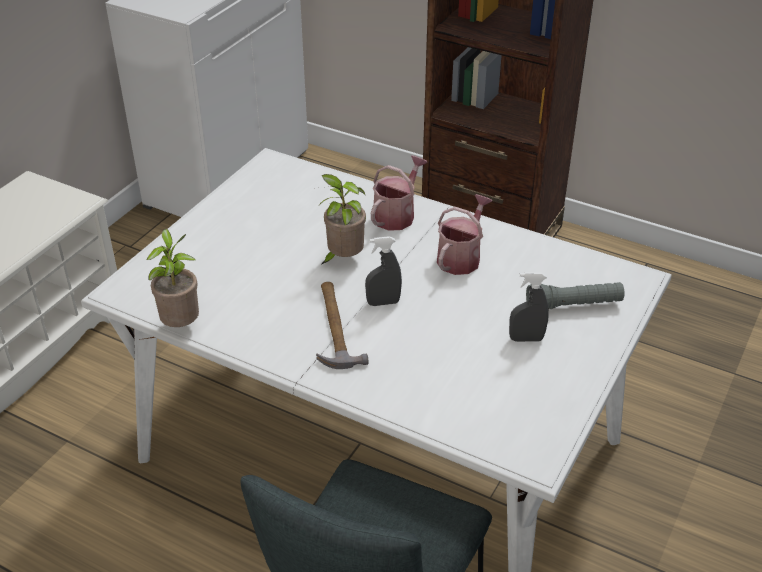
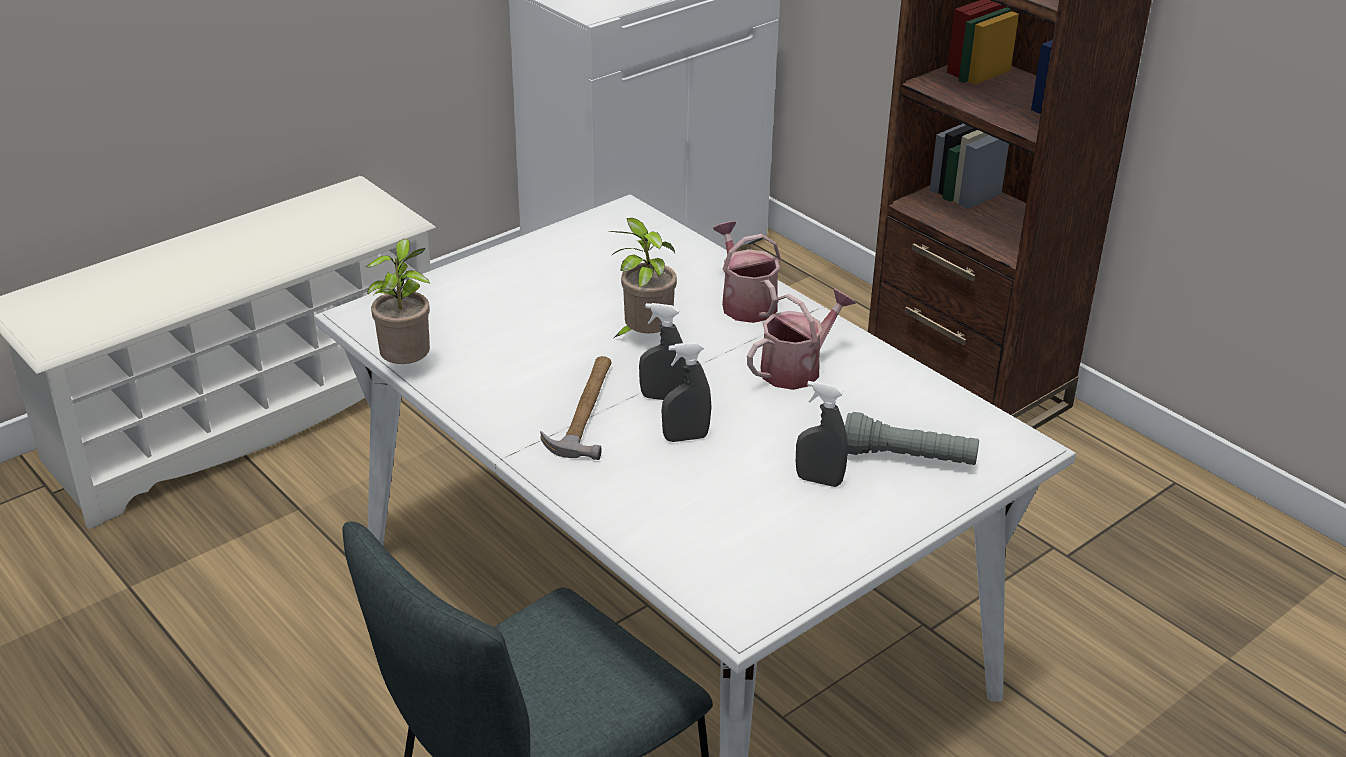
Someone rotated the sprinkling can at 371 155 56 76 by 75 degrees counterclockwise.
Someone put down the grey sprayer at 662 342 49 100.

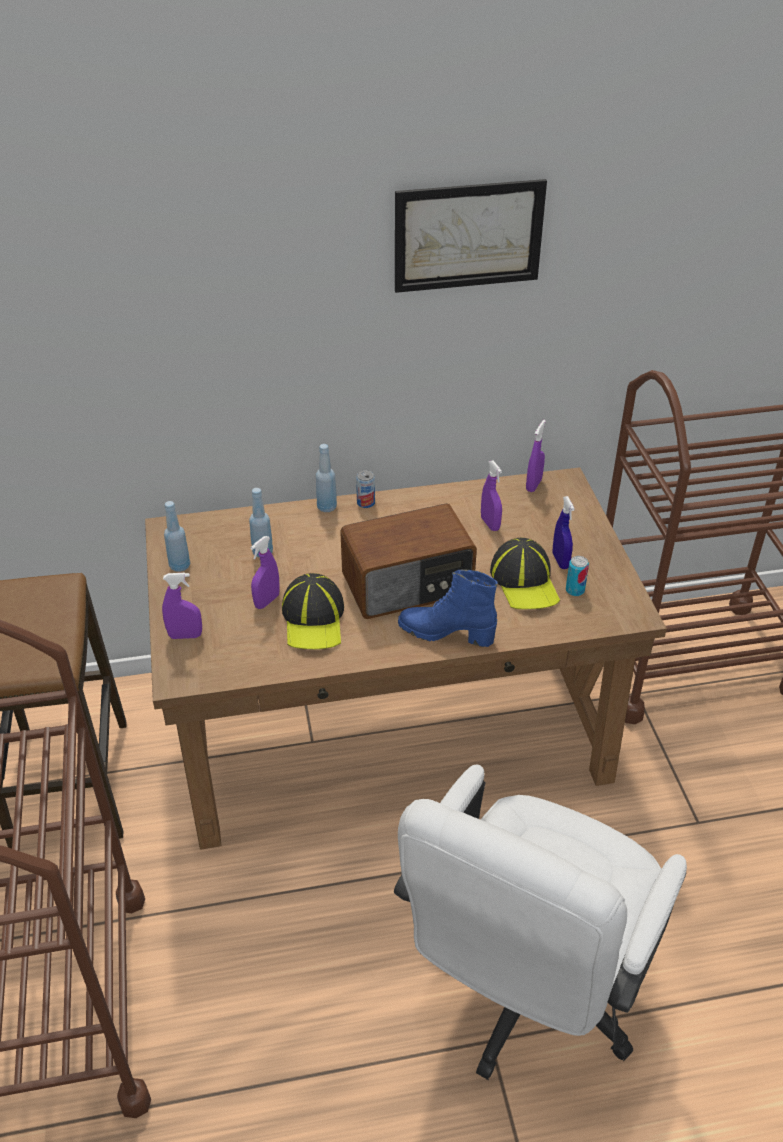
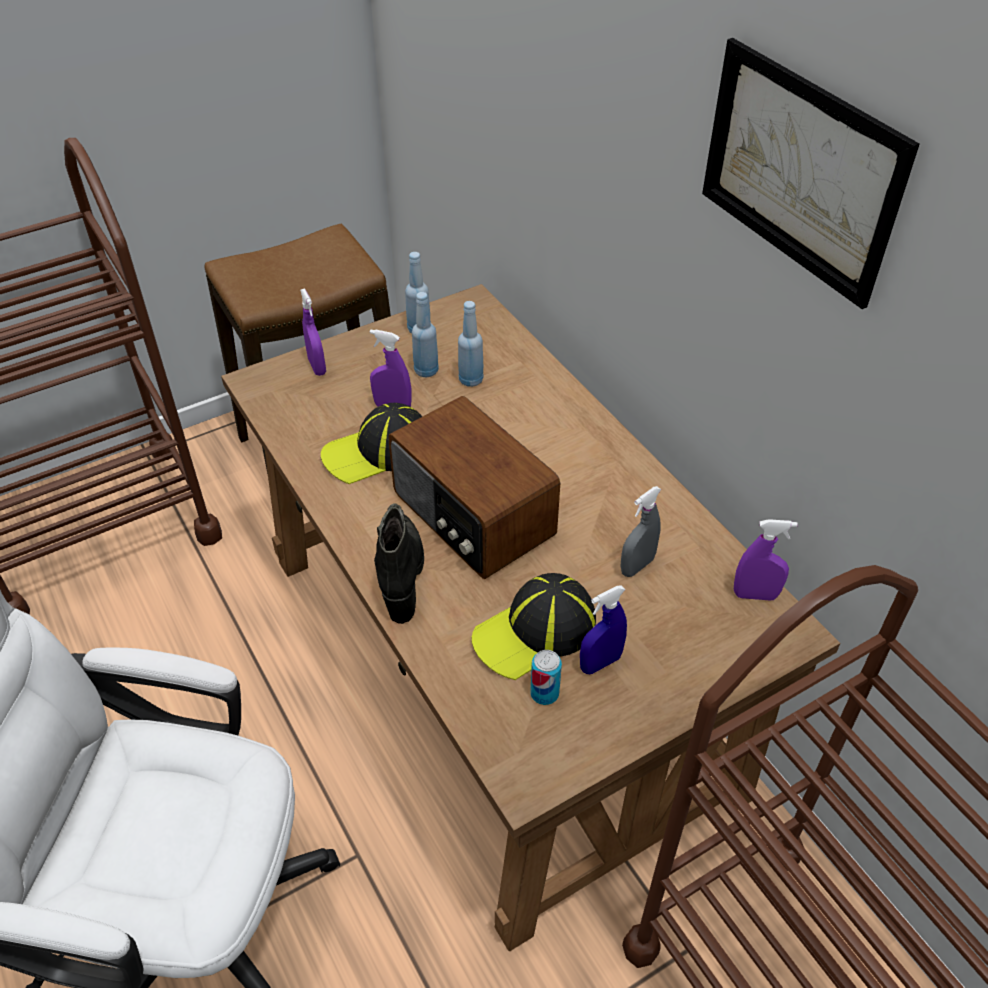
Someone carried the blue beverage bottle from 316 444 21 68 to 412 292 27 85.
Someone took away the sealed can at 356 470 19 38.
Someone repainted the blue high-top boot at 398 569 100 78, which became the blackish high-top boot at 374 503 50 121.
Someone repainted the purplish sprayer at 481 460 21 71, which became the grey sprayer at 621 486 40 91.

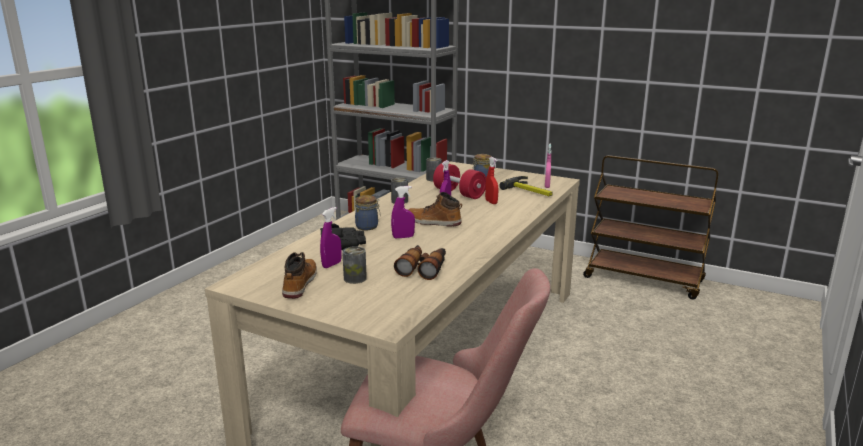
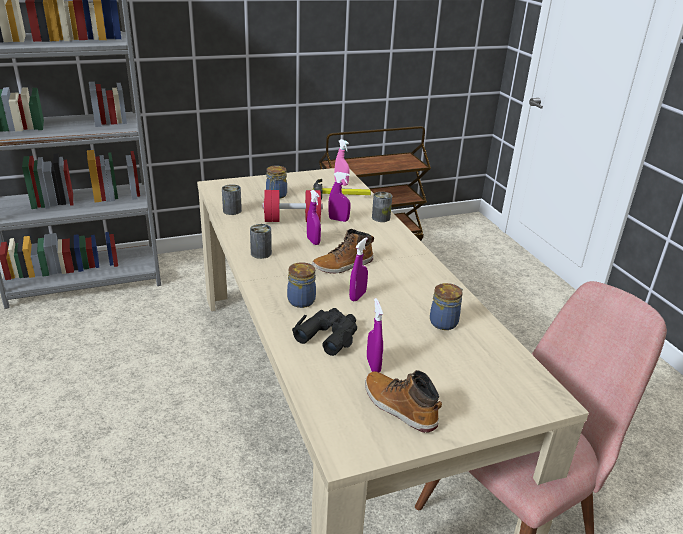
Someone carried the sealed can from 342 246 25 38 to 372 192 20 30.
Someone swapped the binoculars at 394 245 52 35 for the preserve jar at 430 283 33 47.
Someone repainted the red-coloured sprayer at 485 157 14 47, which became the purplish sprayer at 328 172 23 50.

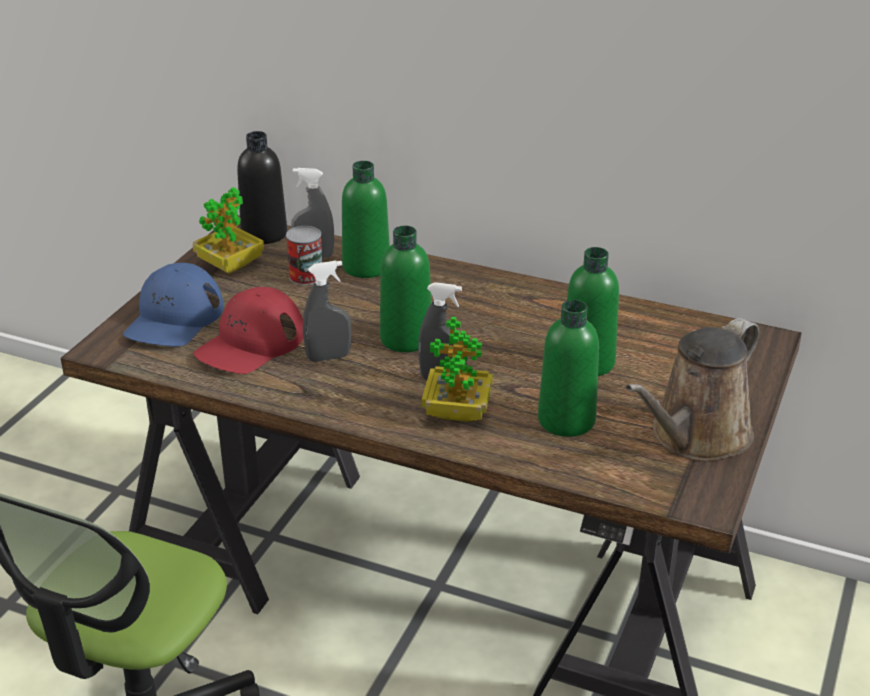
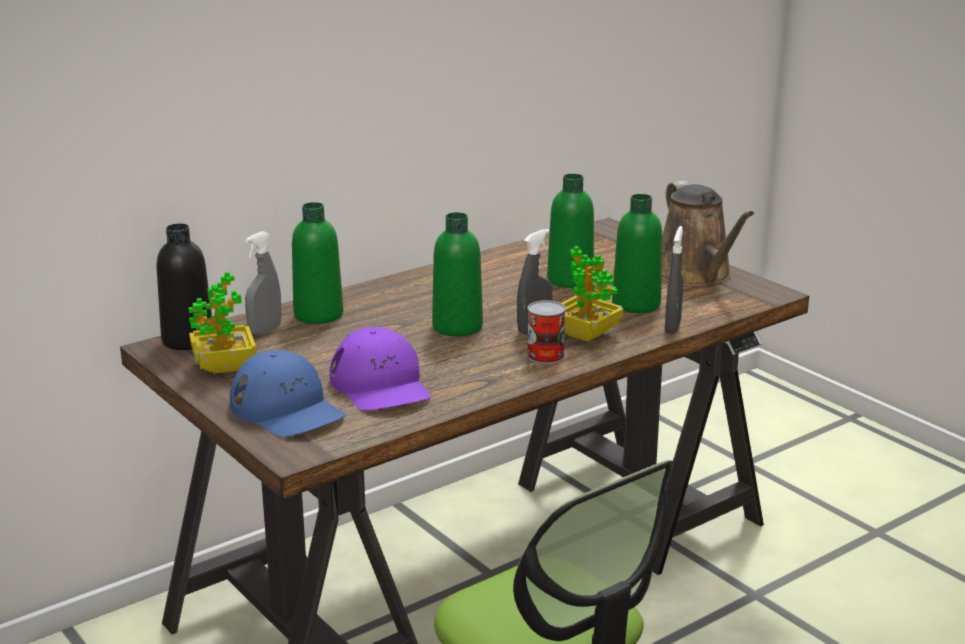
Someone repainted the red-coloured cap at 193 287 111 87, which became the purplish cap at 330 327 101 84.
Someone carried the sealed can from 286 226 36 59 to 527 300 39 64.
Someone carried the grey sprayer from 303 261 48 101 to 665 226 18 108.

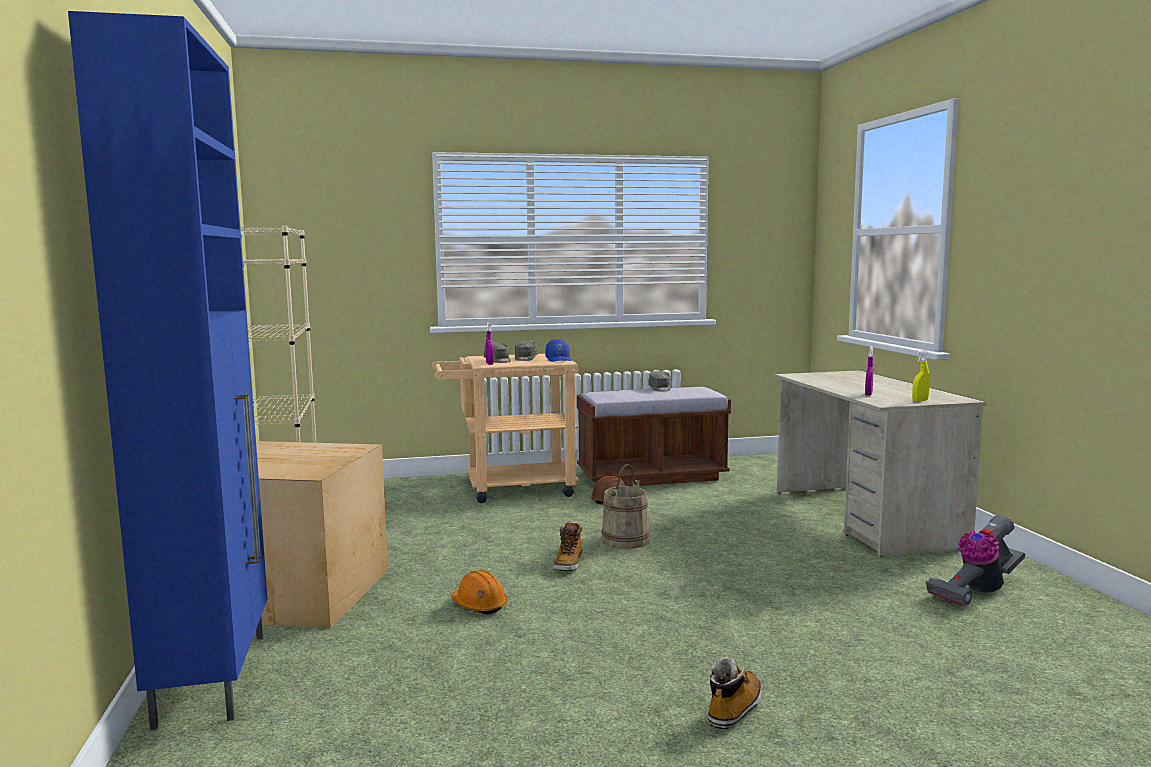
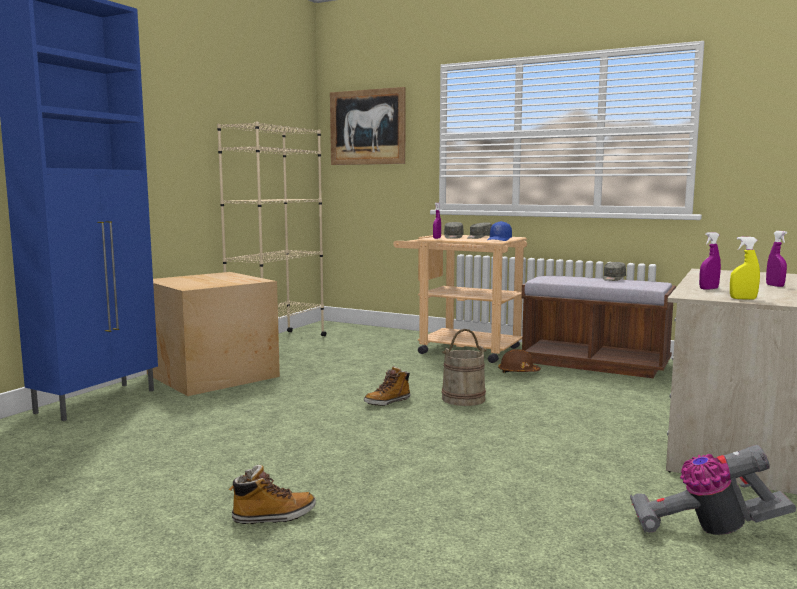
Someone took away the orange-coloured safety helmet at 451 570 56 44.
Someone put up the wall art at 330 87 75 78.
Someone put down the purplish sprayer at 766 231 21 56.

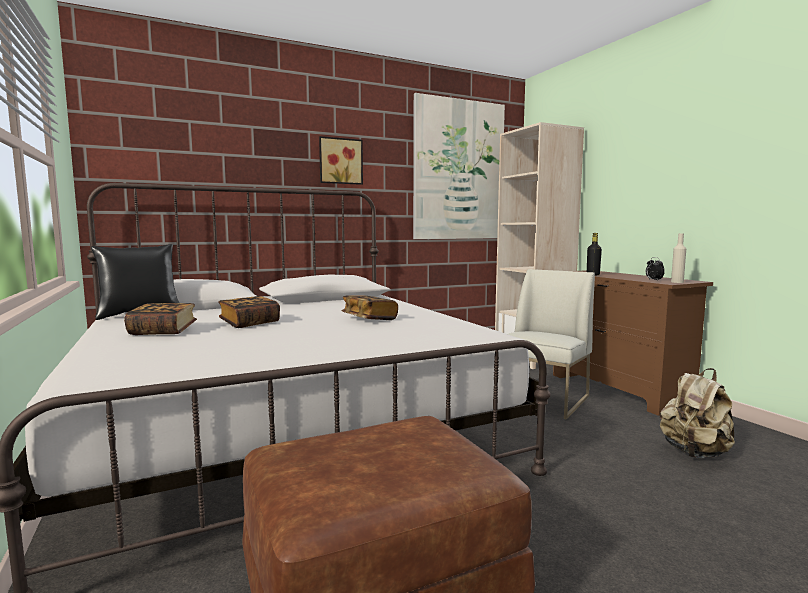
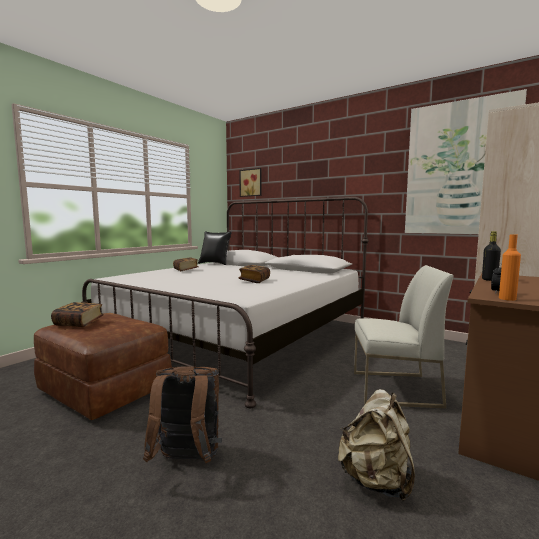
Someone carried the book from 218 296 62 32 to 51 302 53 25.
Someone carried the wall art from 319 136 44 49 to 239 168 22 29.
Someone repainted the beige beverage bottle at 671 233 15 50, which became the orange-coloured beverage bottle at 499 234 22 67.
Someone put down the brown knapsack at 143 366 79 97.

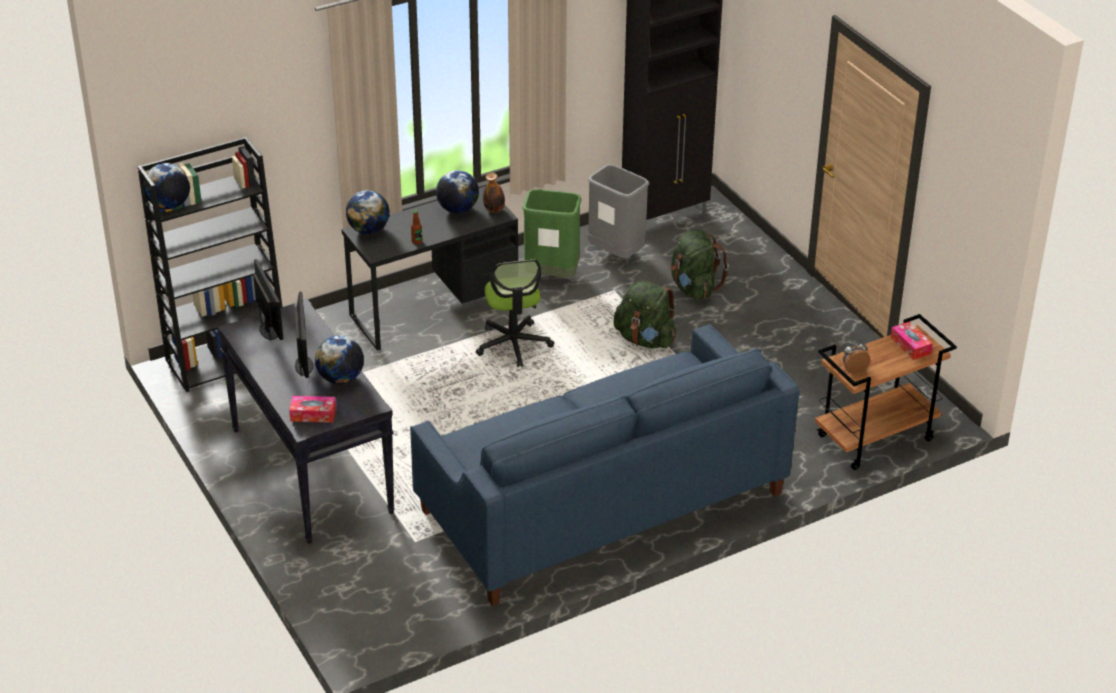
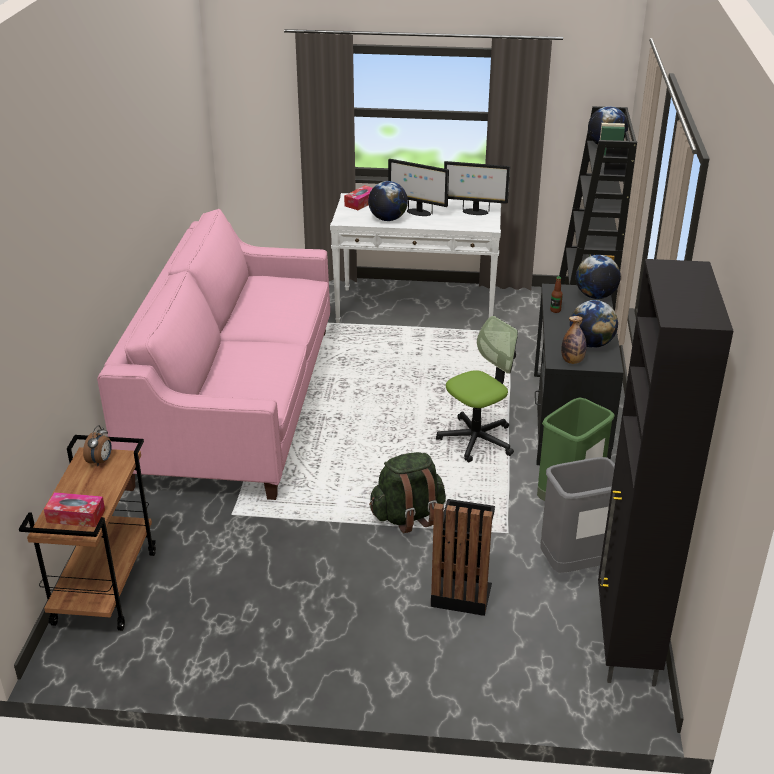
Someone repainted the blackish narrow table at 217 299 178 245, which became the white-coloured narrow table at 330 193 172 130.
Someone repainted the blue couch at 410 324 389 282, which became the pink-coloured couch at 97 209 233 291.
Someone rotated the computer chair at 476 259 78 108 by 120 degrees clockwise.
Someone swapped the green knapsack at 670 230 59 70 for the blackish rubbish bin at 431 499 64 117.

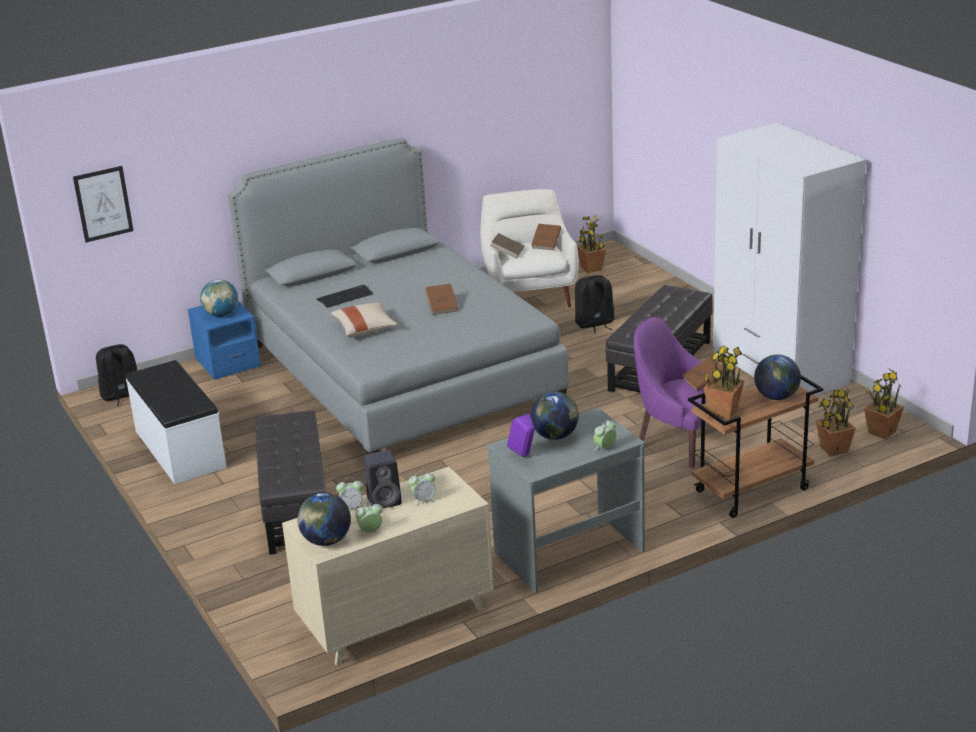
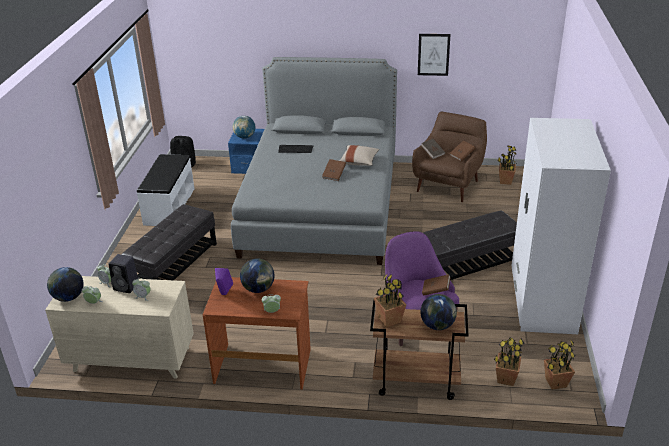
Someone carried the wall art from 73 166 61 76 to 418 34 33 42.
Someone carried the beige pillow from 331 303 67 34 to 340 145 39 21.
Someone repainted the white-coloured lounge chair at 480 189 98 118, which became the brown lounge chair at 412 112 75 90.
Someone repainted the grey desk table at 486 408 159 185, which became the brown desk table at 203 277 108 113.
Someone took away the blackish knapsack at 575 275 40 58.

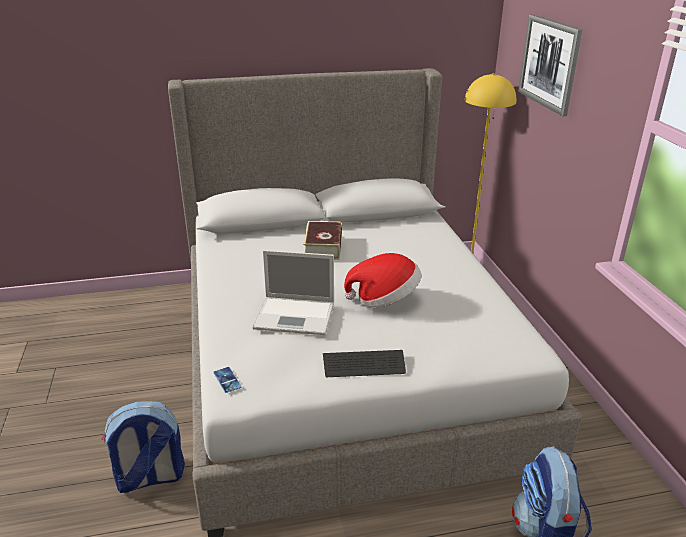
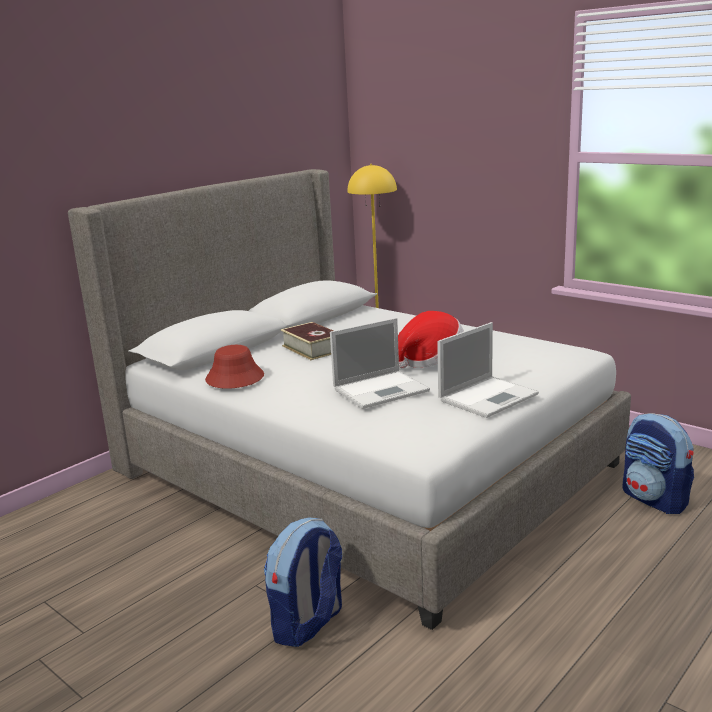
Someone took away the telephone at 214 367 27 26.
Someone swapped the PC keyboard at 323 350 83 27 for the laptop at 437 322 102 96.
Someone took away the wall art at 518 14 64 102.
Someone put down the red-coloured hat at 205 345 59 44.

